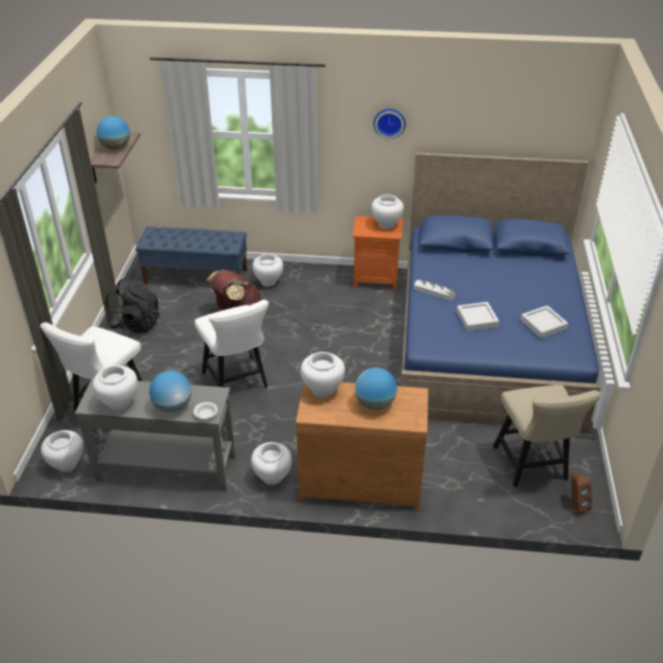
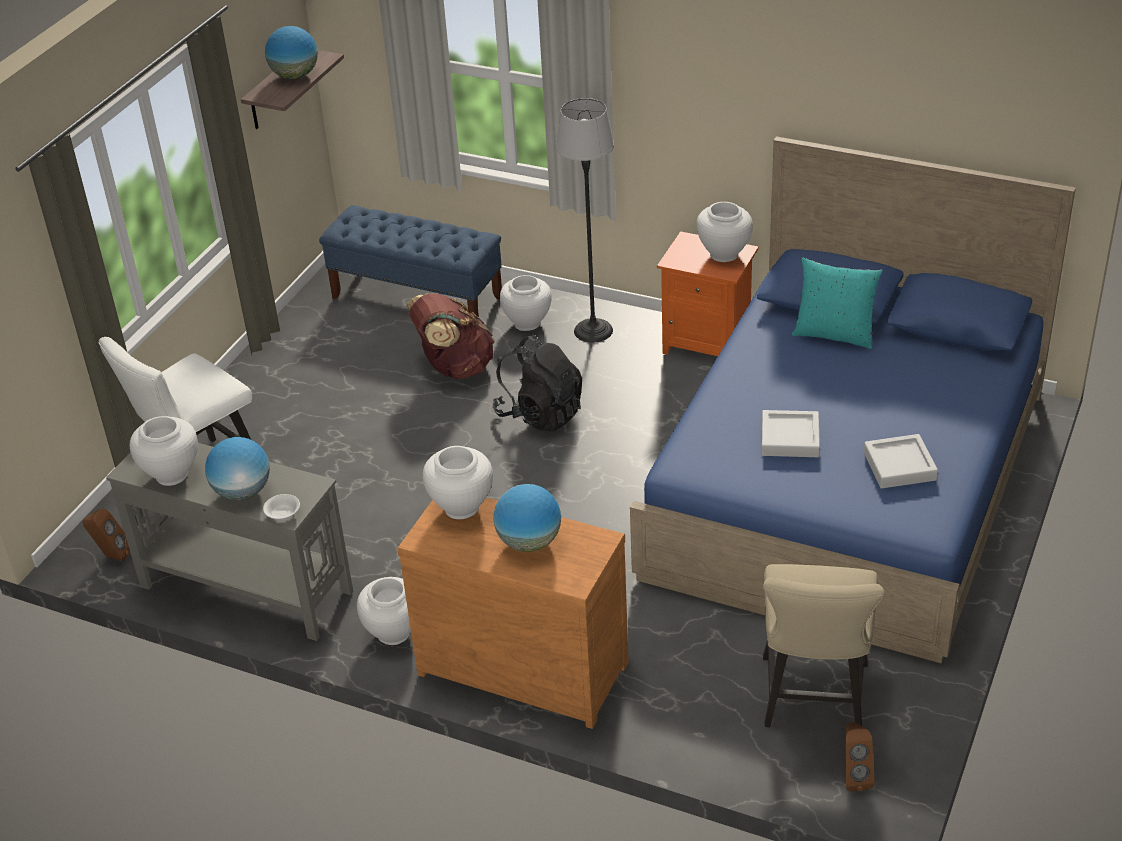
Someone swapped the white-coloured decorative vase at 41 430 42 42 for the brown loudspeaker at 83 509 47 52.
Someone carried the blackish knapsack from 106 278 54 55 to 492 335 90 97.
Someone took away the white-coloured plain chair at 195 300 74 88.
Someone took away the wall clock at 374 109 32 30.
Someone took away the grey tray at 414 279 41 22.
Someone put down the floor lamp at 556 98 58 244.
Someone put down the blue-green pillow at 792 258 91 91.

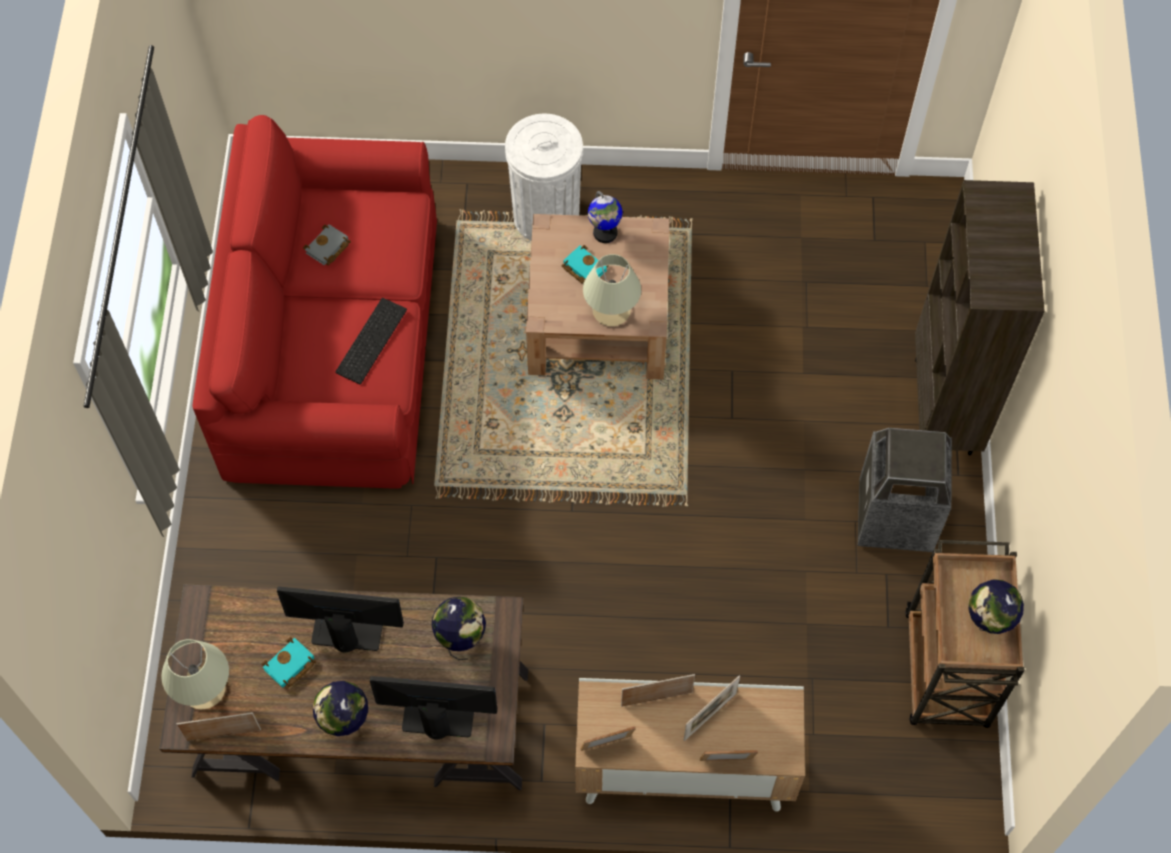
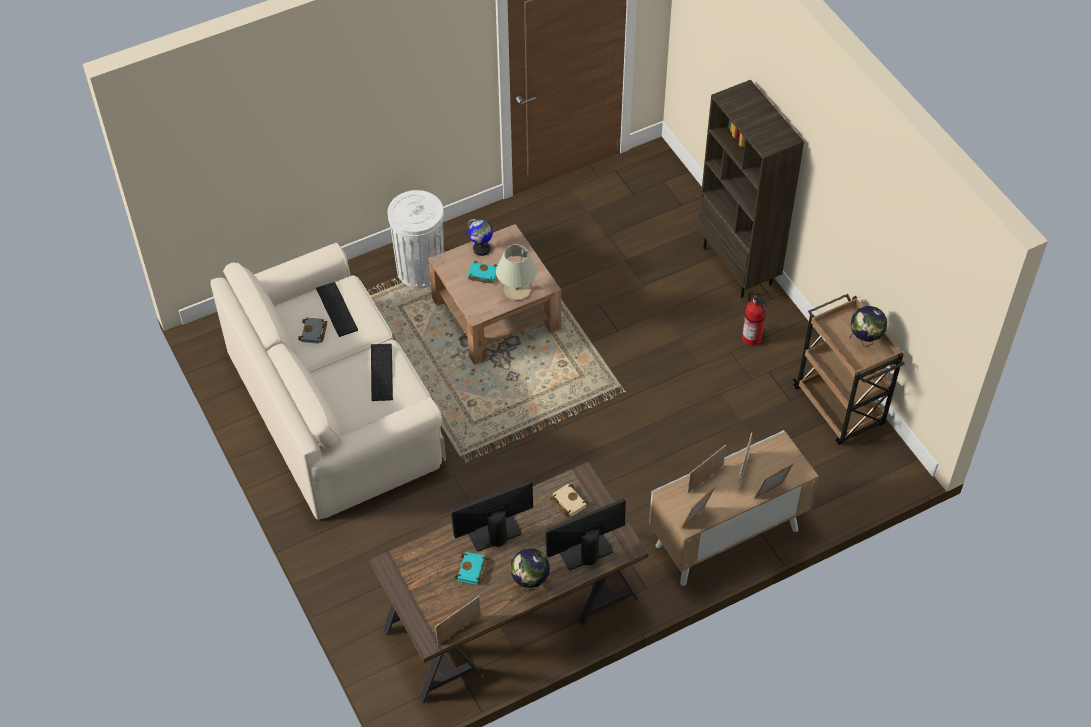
Someone took away the beige lamp for a table at 161 639 68 70.
Someone repainted the red-coloured couch at 193 115 244 374, which became the beige couch at 210 243 236 277.
Someone swapped the world globe at 432 597 54 63 for the beige book at 551 484 38 33.
Someone swapped the rubbish bin at 858 428 94 124 for the fire extinguisher at 742 292 25 54.
Someone put down the PC keyboard at 316 282 42 55.

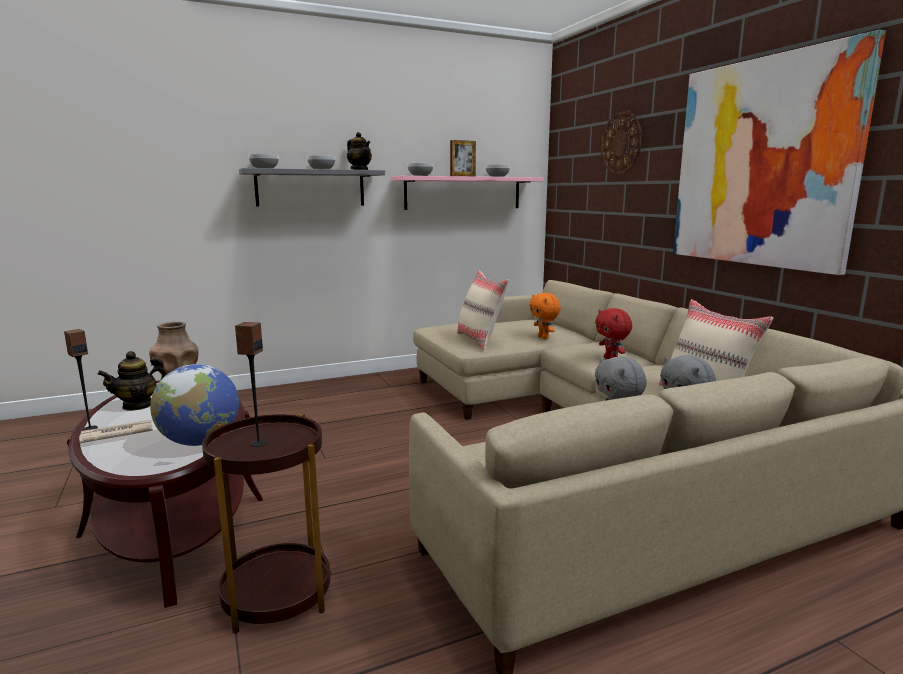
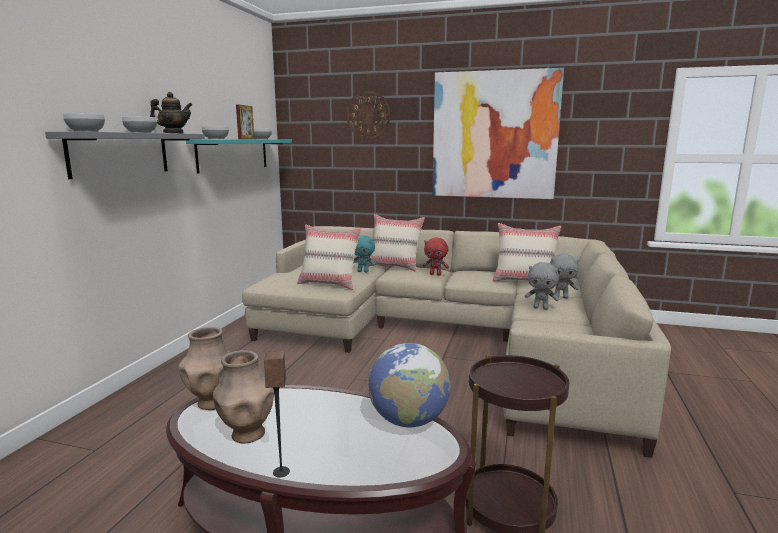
Someone took away the daily paper at 79 420 74 23.
Someone swapped the tea pot at 97 351 69 60 for the brown decorative vase at 213 350 61 94.
Someone took away the loudspeaker at 235 322 32 125.
Someone repainted the pink-coloured wall shelf at 392 176 152 34, which became the blue-green wall shelf at 186 139 106 35.
Someone repainted the orange-coloured soft toy at 529 293 32 46, which became the blue-green soft toy at 353 235 23 38.
Someone put down the beige pillow at 368 214 57 58.

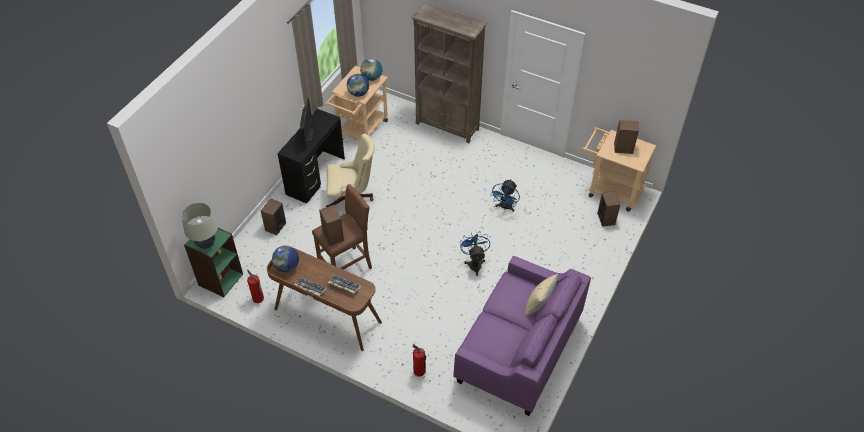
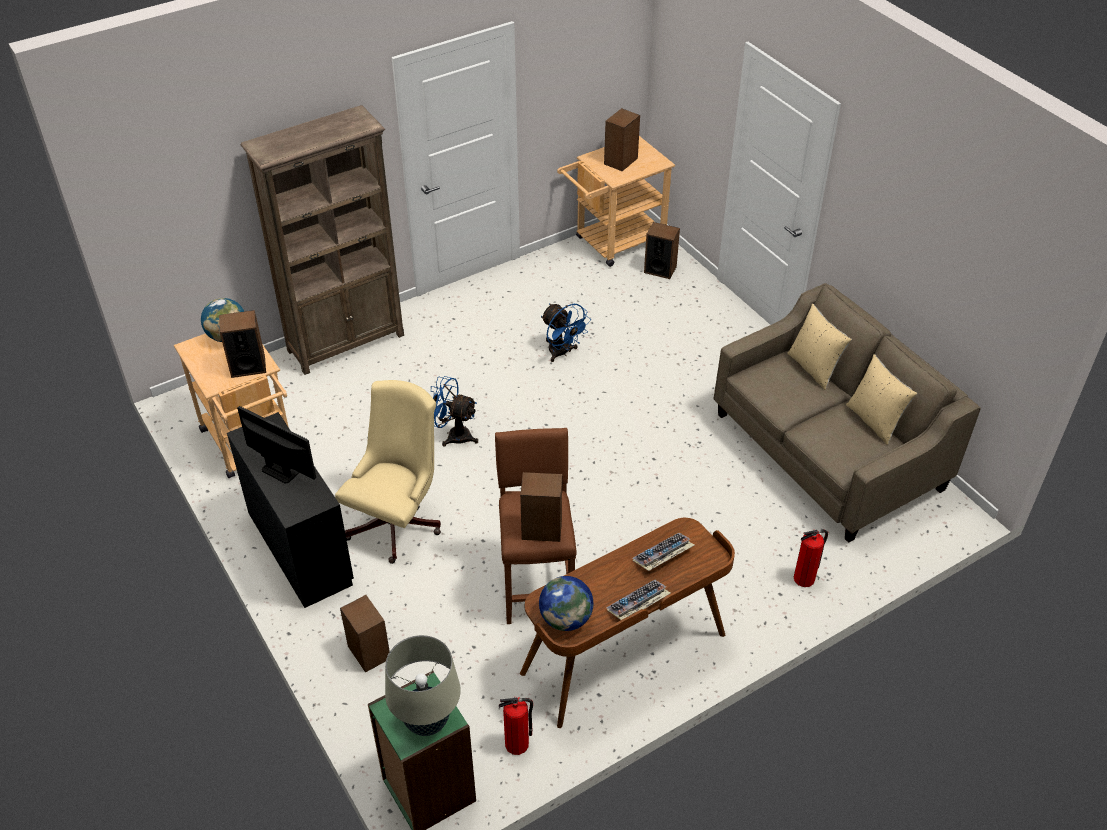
Someone swapped the world globe at 347 74 22 23 for the loudspeaker at 219 310 47 68.
Someone repainted the purplish couch at 453 256 138 160, which became the beige couch at 714 283 267 260.
Someone carried the blue electric fan from 460 231 30 45 to 431 376 47 70.
Someone put down the beige pillow at 846 354 71 91.

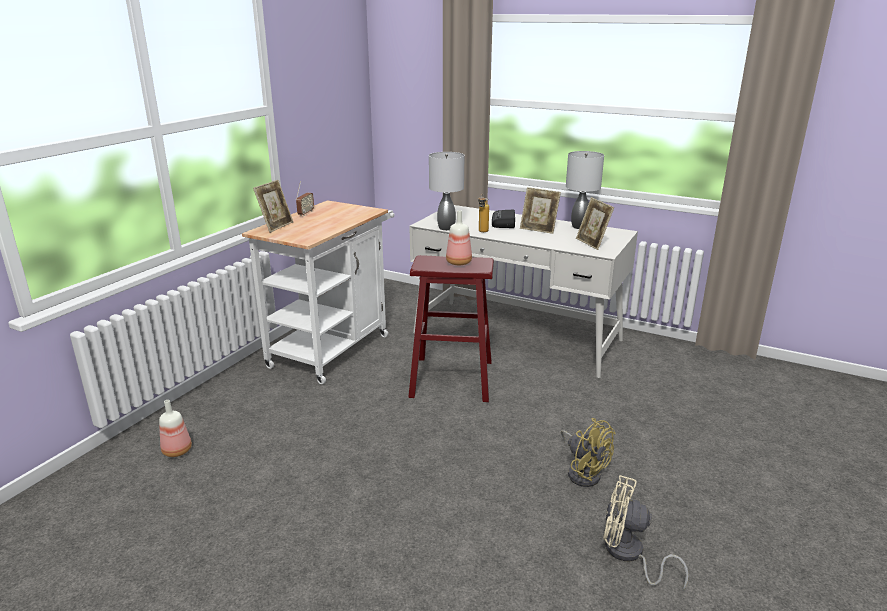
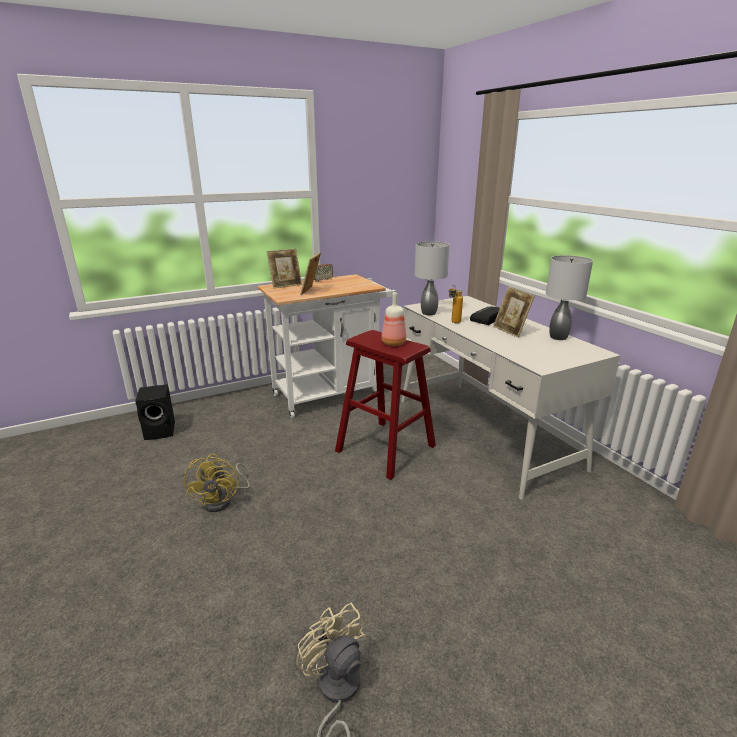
Someone swapped the beverage bottle at 159 400 33 57 for the blackish loudspeaker at 135 384 40 56.
Someone carried the yellow electric fan from 561 418 54 69 to 184 453 66 59.
Someone carried the picture frame from 576 197 38 53 to 300 252 21 43.

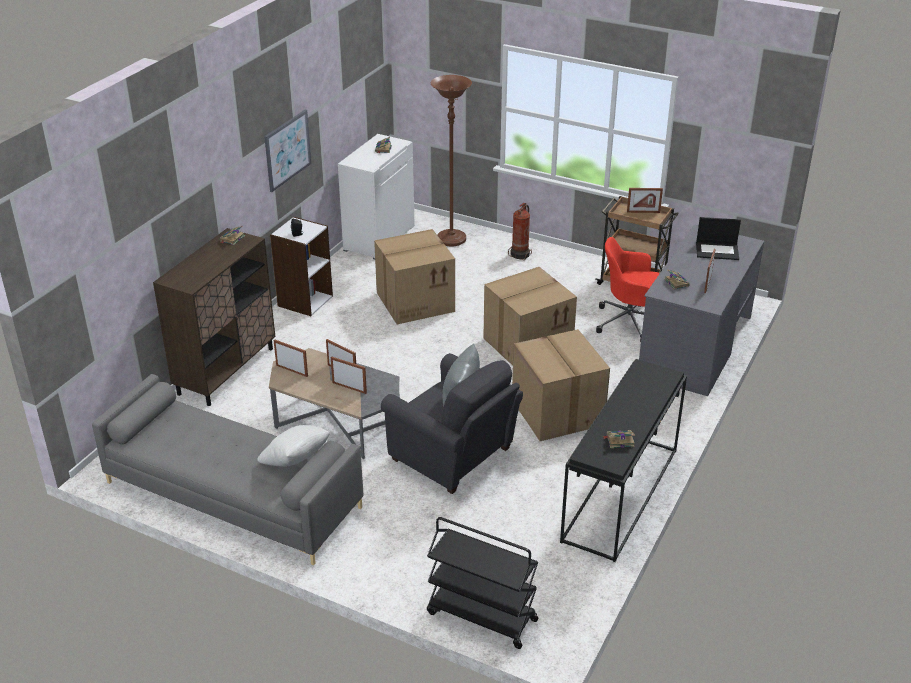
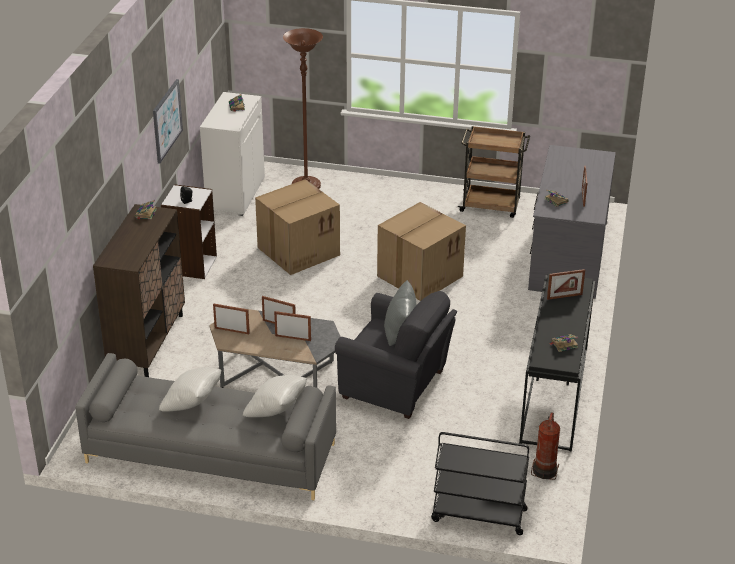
Someone carried the fire extinguisher from 508 203 24 57 to 531 412 29 68.
Someone took away the packing box at 512 329 98 112.
Someone took away the red-coloured computer chair at 596 237 64 105.
Someone carried the picture frame from 627 188 36 25 to 547 269 38 31.
Someone took away the laptop at 696 217 45 43.
Someone put down the white-coloured pillow at 159 367 62 44.

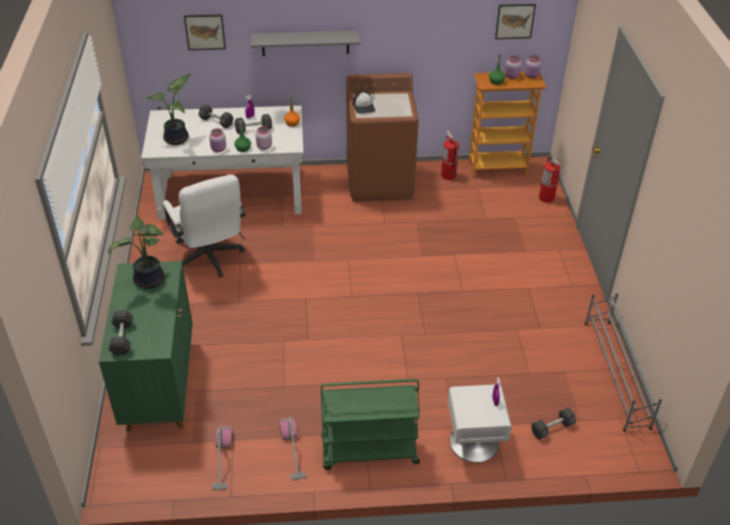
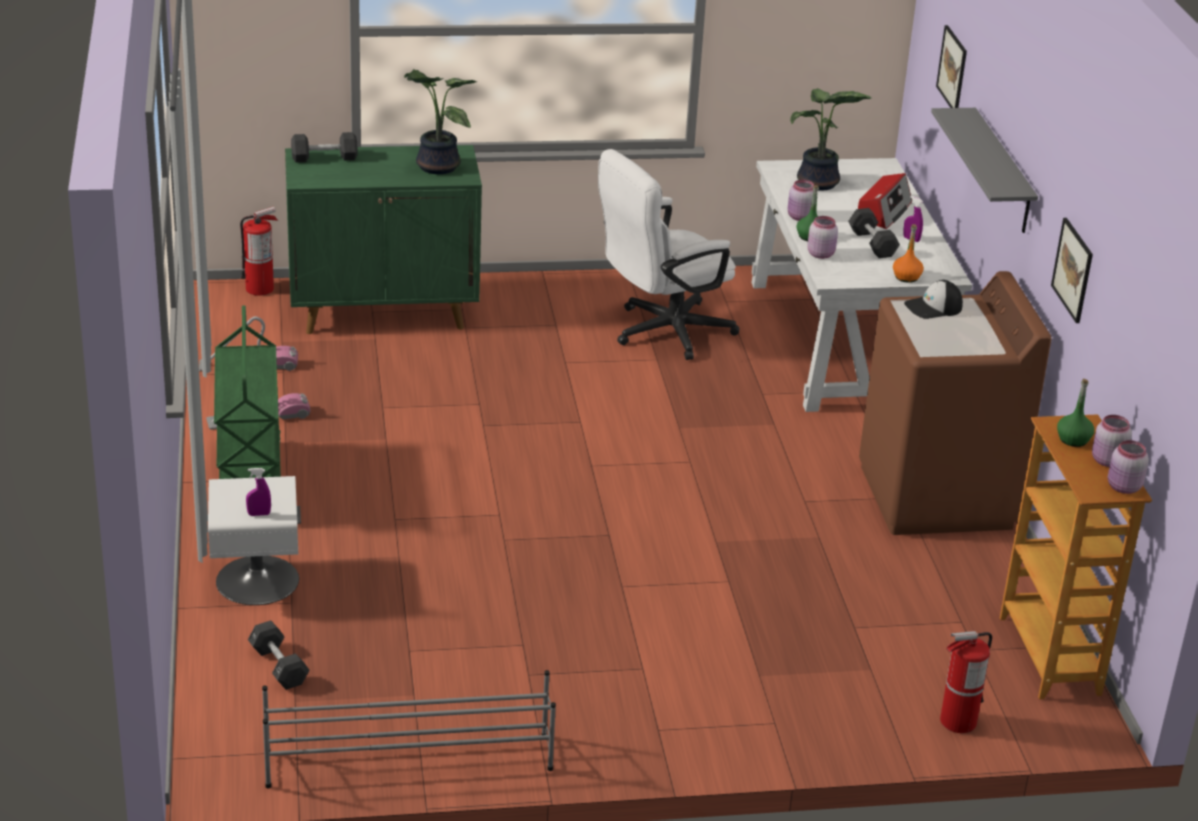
Someone swapped the blackish dumbbell at 198 104 36 24 for the radio set at 858 173 54 56.
Someone carried the fire extinguisher from 441 131 18 49 to 240 207 38 89.
Someone carried the wall art from 495 4 41 35 to 1051 218 42 105.

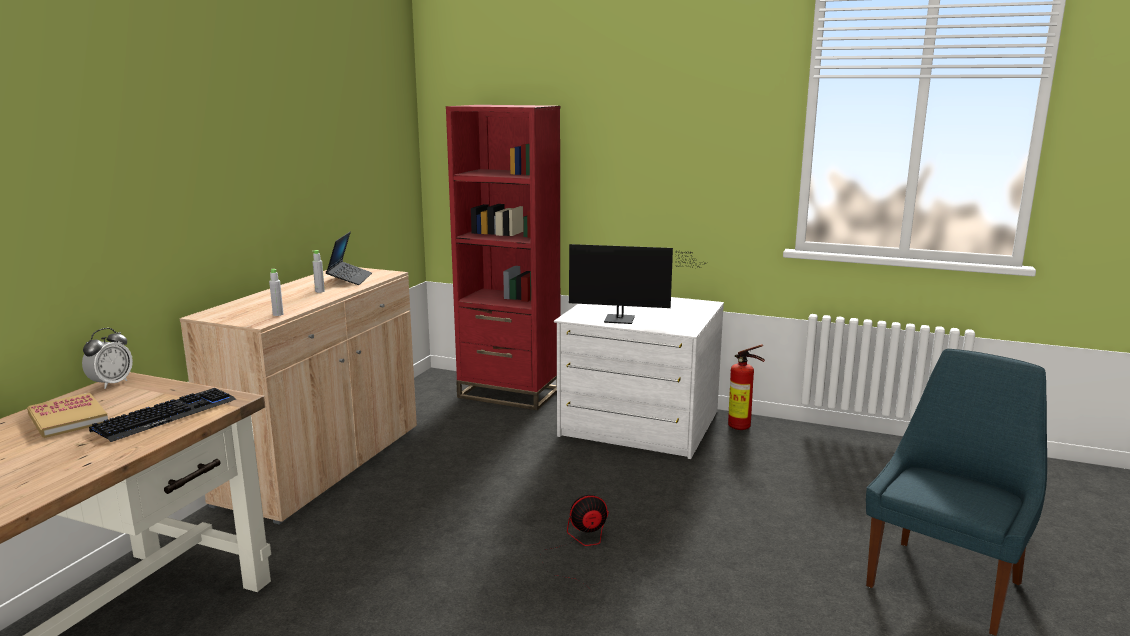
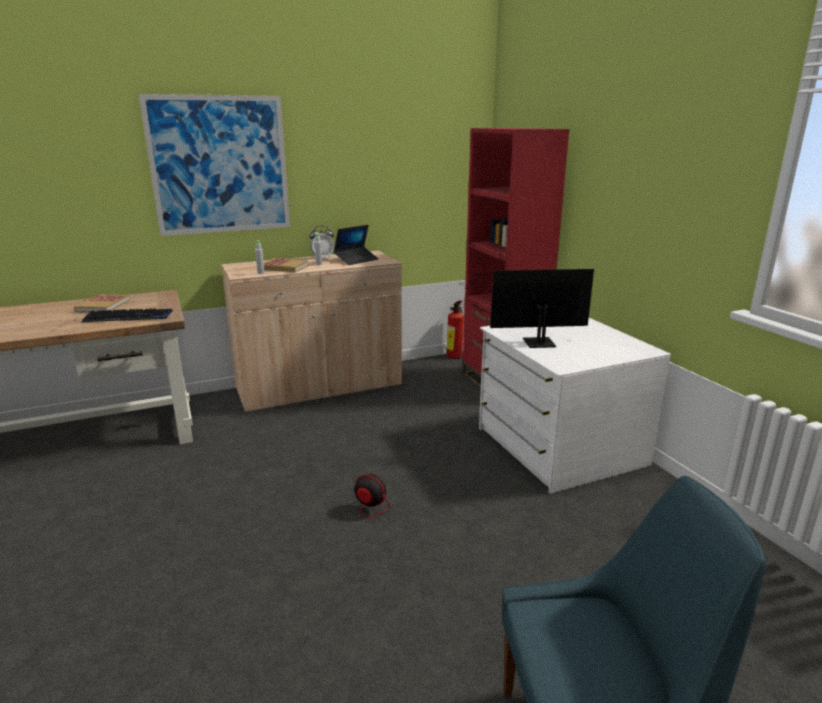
Someone carried the bedside clock from 82 328 51 61 to 310 226 24 32.
Someone rotated the computer display at 569 244 138 80 by 120 degrees clockwise.
Someone carried the fire extinguisher from 728 344 37 86 to 447 300 17 59.
Someone put up the wall art at 139 94 151 142.
Someone put down the book at 264 258 45 14.

